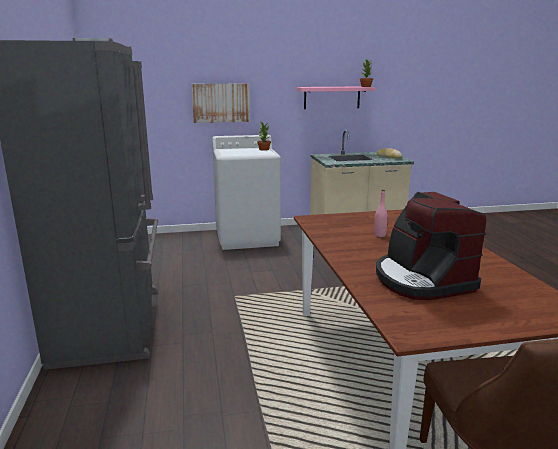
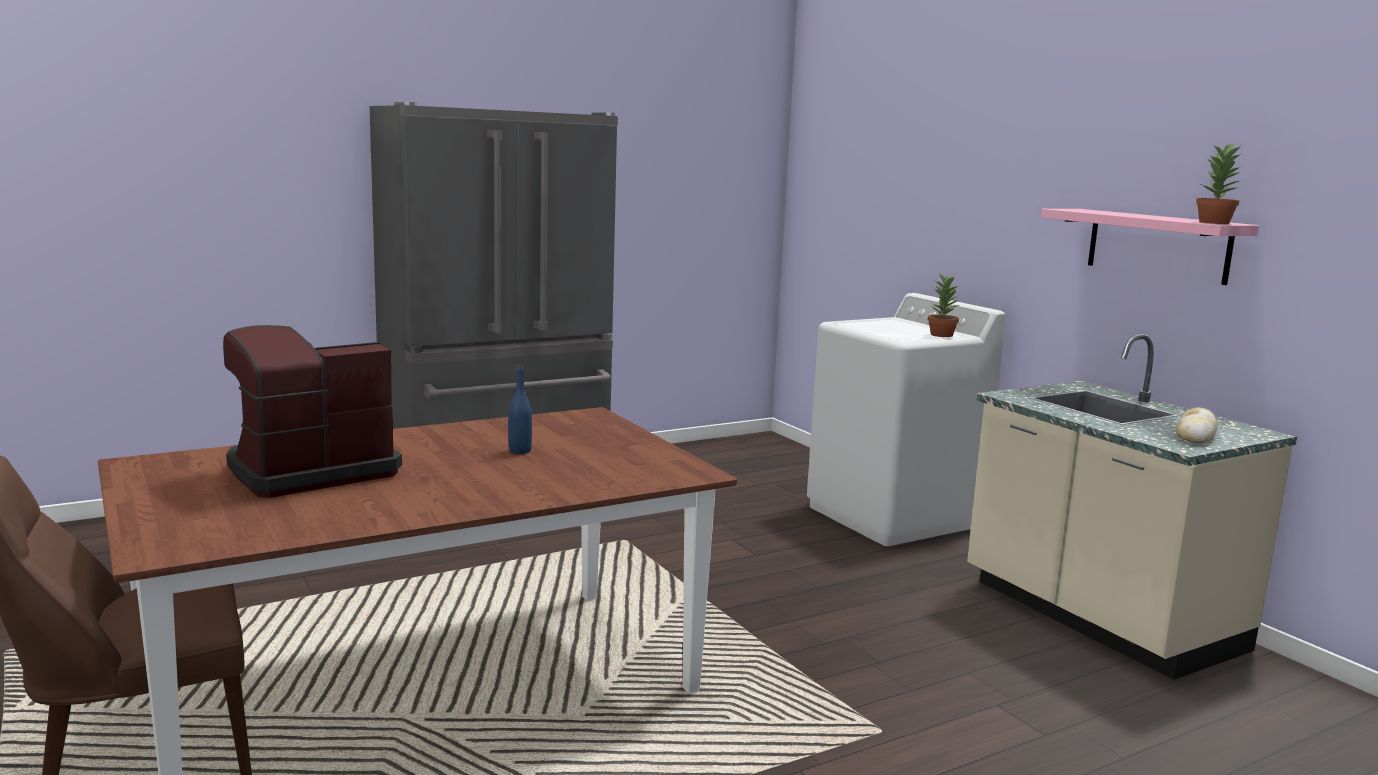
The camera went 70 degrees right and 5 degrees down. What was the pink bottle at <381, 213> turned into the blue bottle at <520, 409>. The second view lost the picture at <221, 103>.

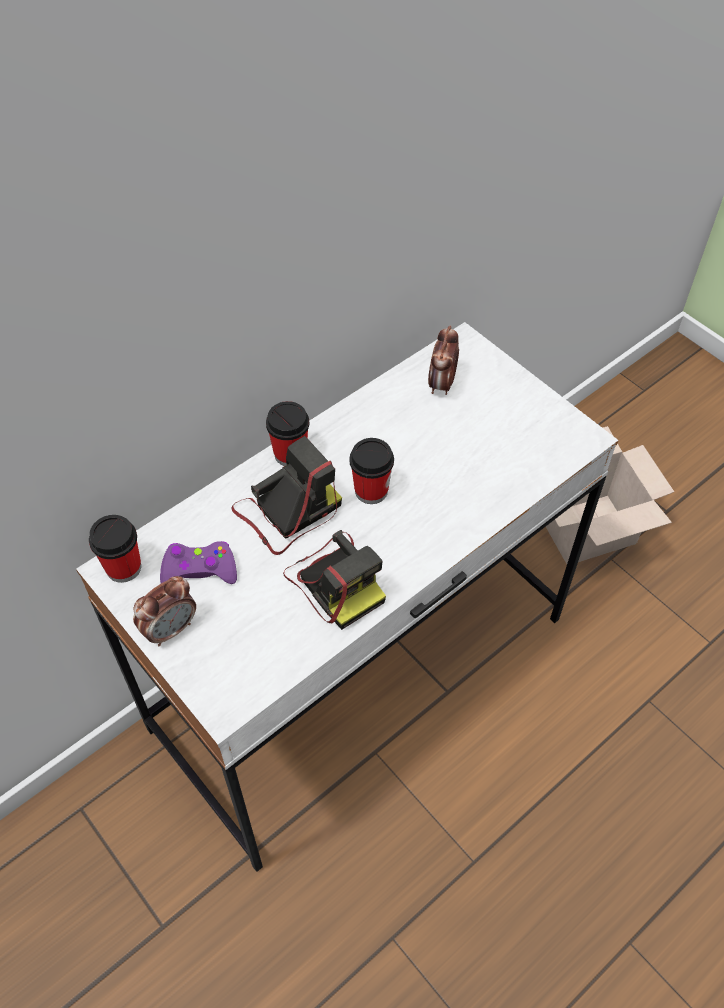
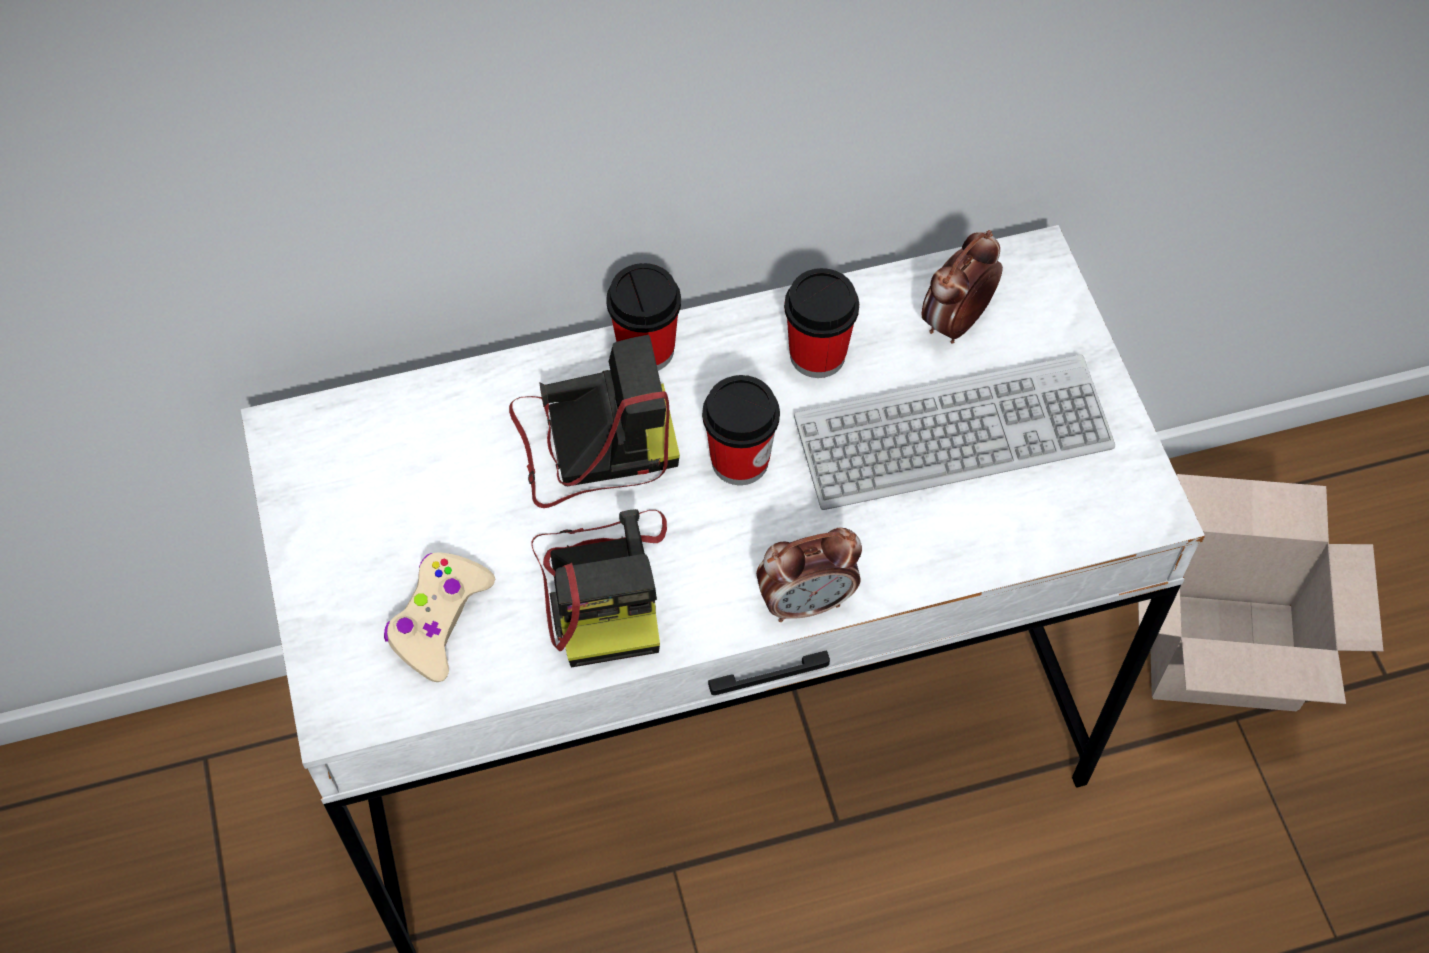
The camera went 25 degrees right and 5 degrees up. The second view gained the beige game controller at <439, 617>. The alarm clock ended up elsewhere, having gone from <164, 611> to <809, 575>. The cup ended up elsewhere, having gone from <115, 549> to <821, 323>. The second view gained the keyboard at <954, 432>. The second view lost the purple game controller at <198, 562>.

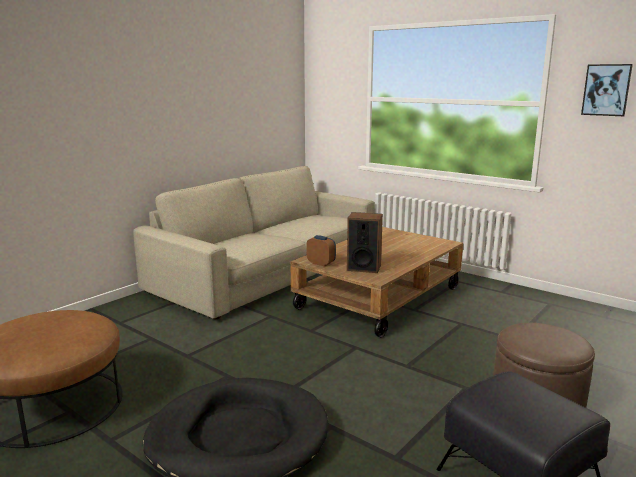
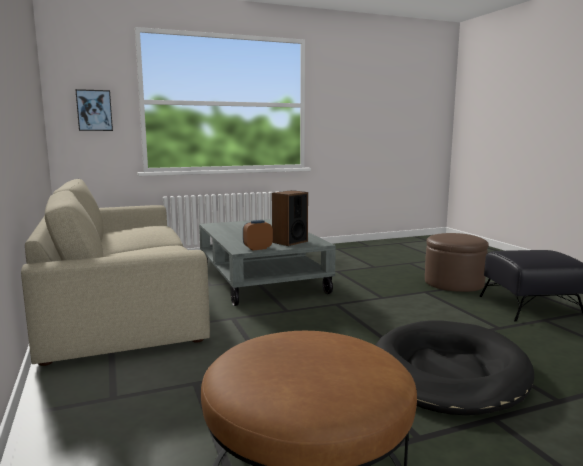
The camera went 60 degrees left and 5 degrees down. The picture ended up elsewhere, having gone from <607, 90> to <94, 110>. What was the brown coffee table at <376, 282> turned into the grey coffee table at <267, 262>.

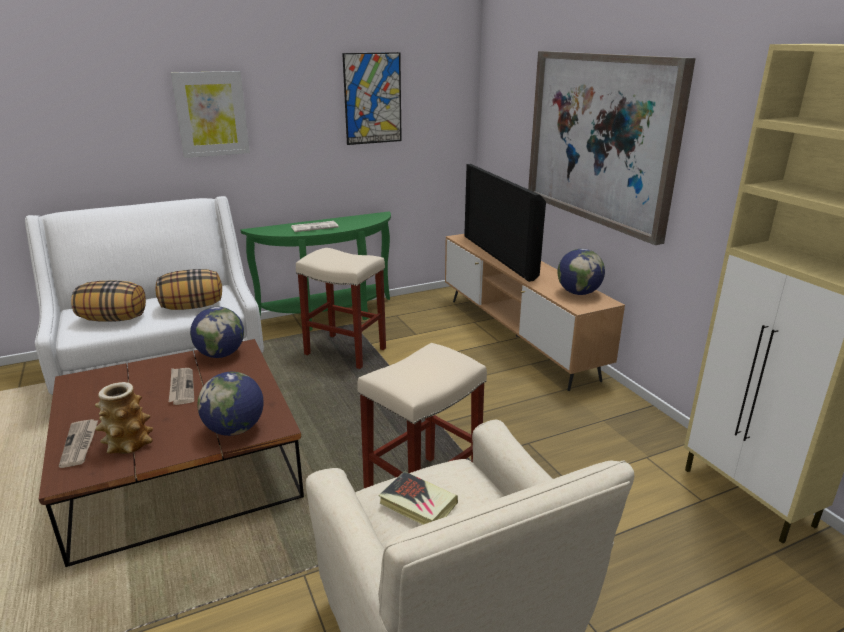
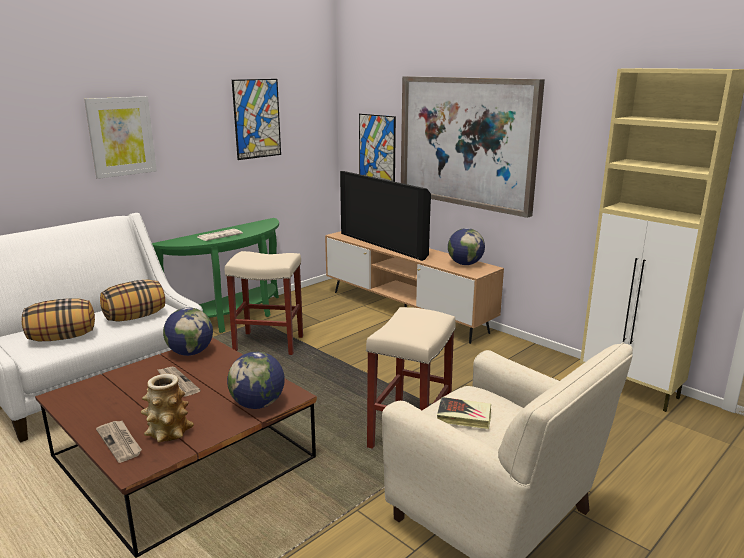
The camera went 20 degrees left and 5 degrees down. The second view gained the picture at <377, 148>.

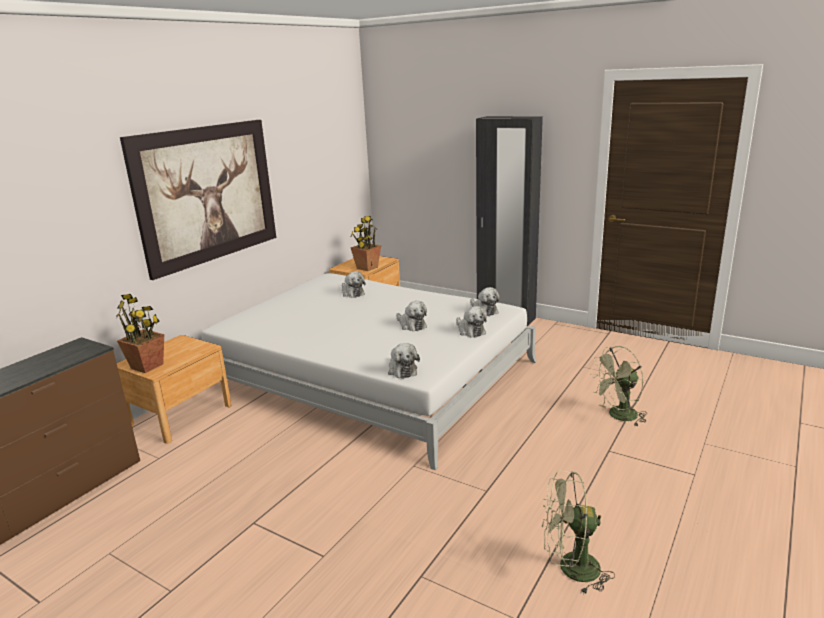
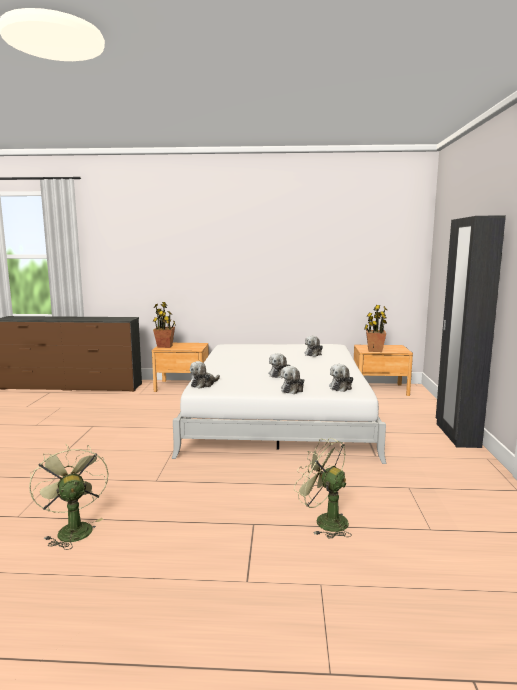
The camera went 60 degrees right and 10 degrees down. The second view lost the picture at <198, 200>.

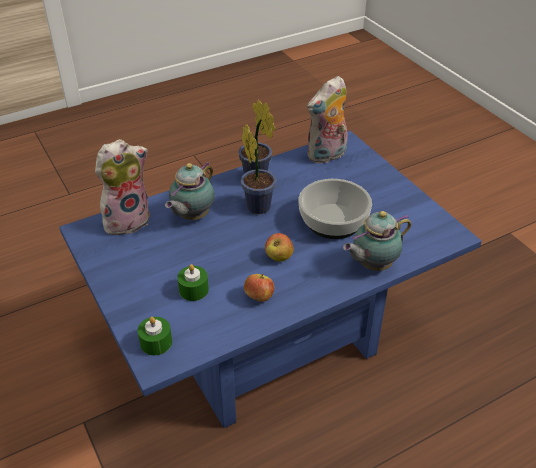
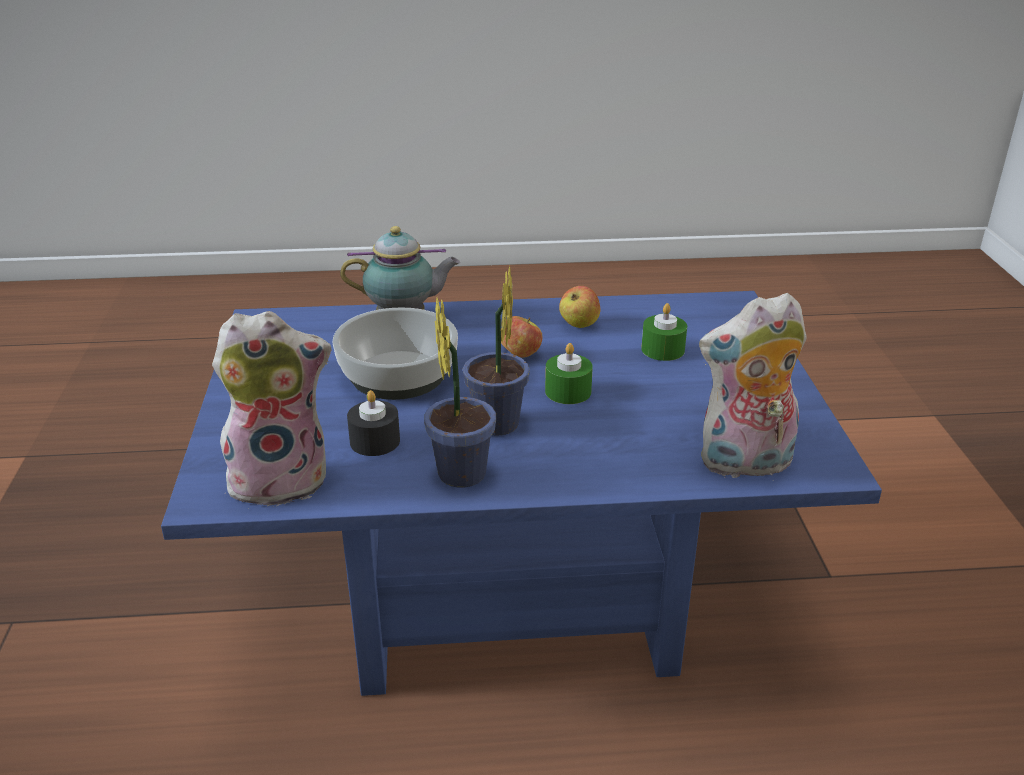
The camera went 155 degrees left and 10 degrees down. The second view gained the black candle at <373, 423>. The green candle ended up elsewhere, having gone from <155, 336> to <569, 373>. The second view lost the teapot at <190, 191>.

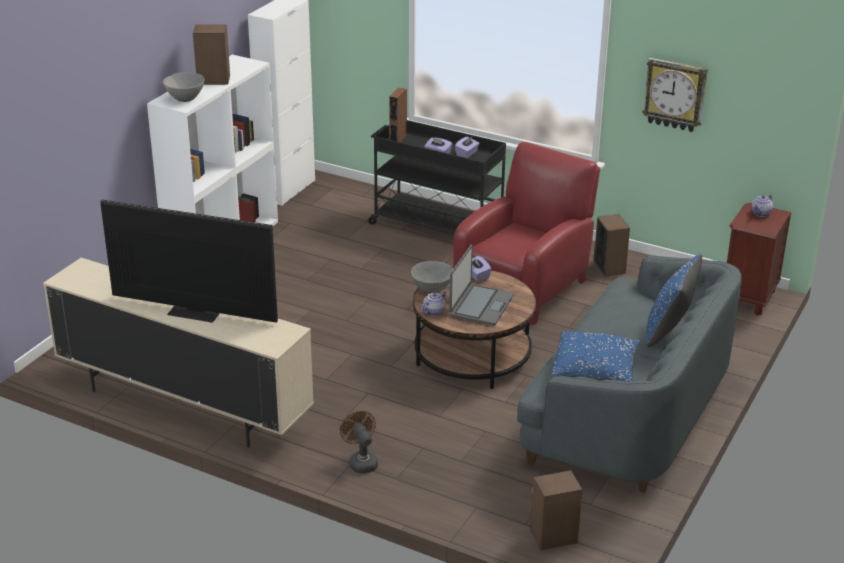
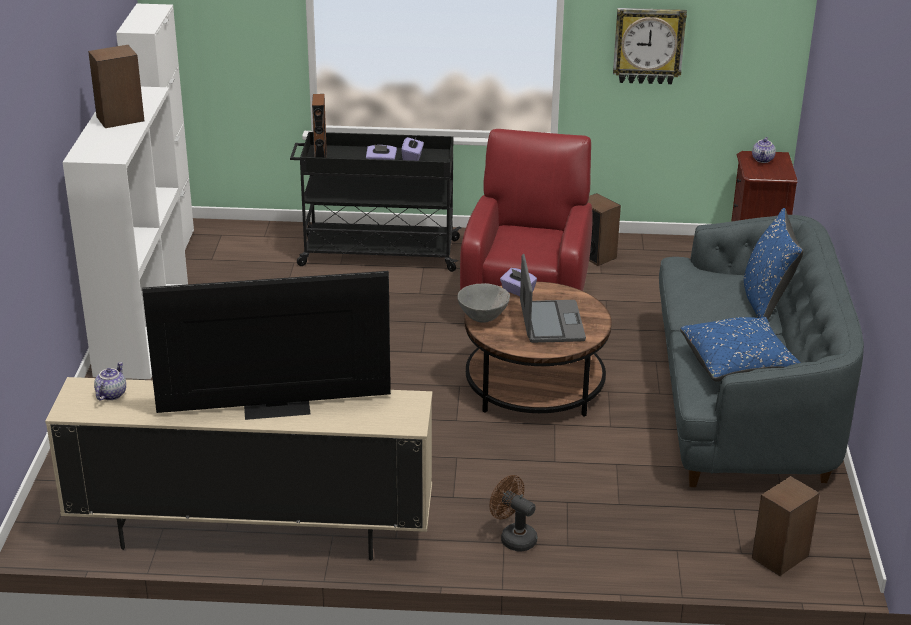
The camera went 25 degrees left and 0 degrees up. The teapot ended up elsewhere, having gone from <434, 303> to <110, 381>. The second view lost the grey bowl at <184, 87>.

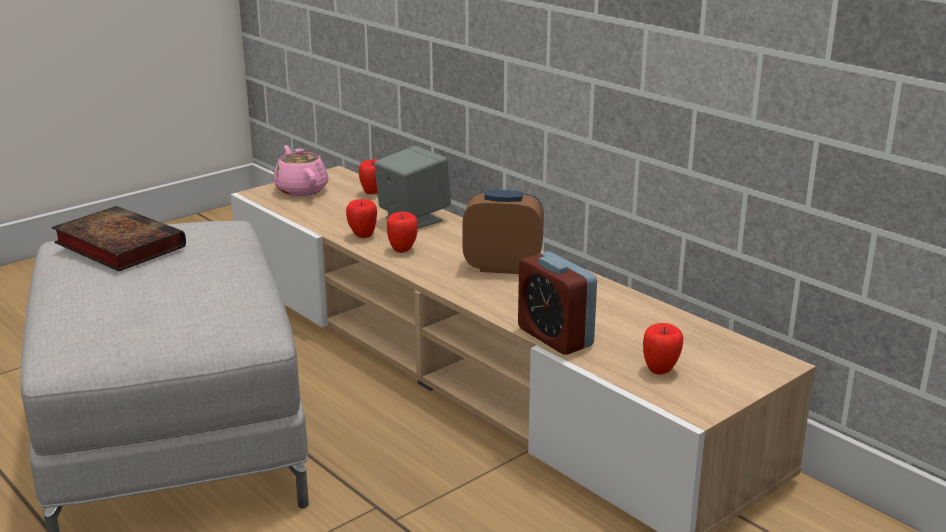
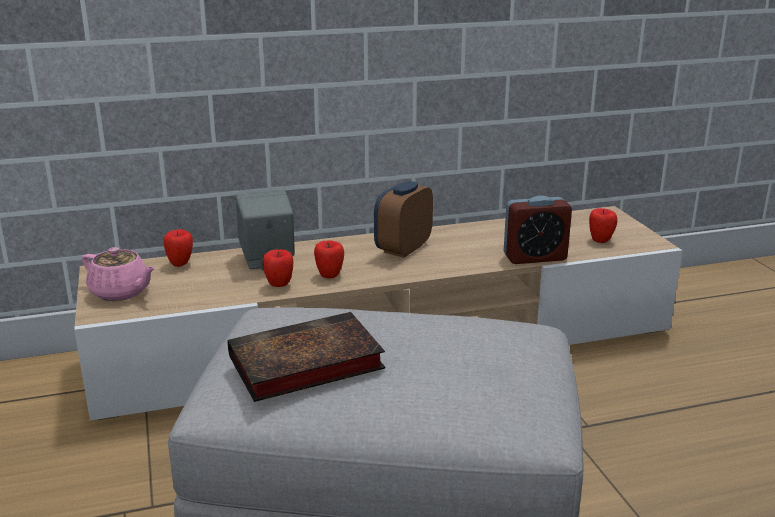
The camera went 65 degrees left and 0 degrees up. The pink teapot at <301, 170> ended up facing another way, 150 degrees counterclockwise from before.

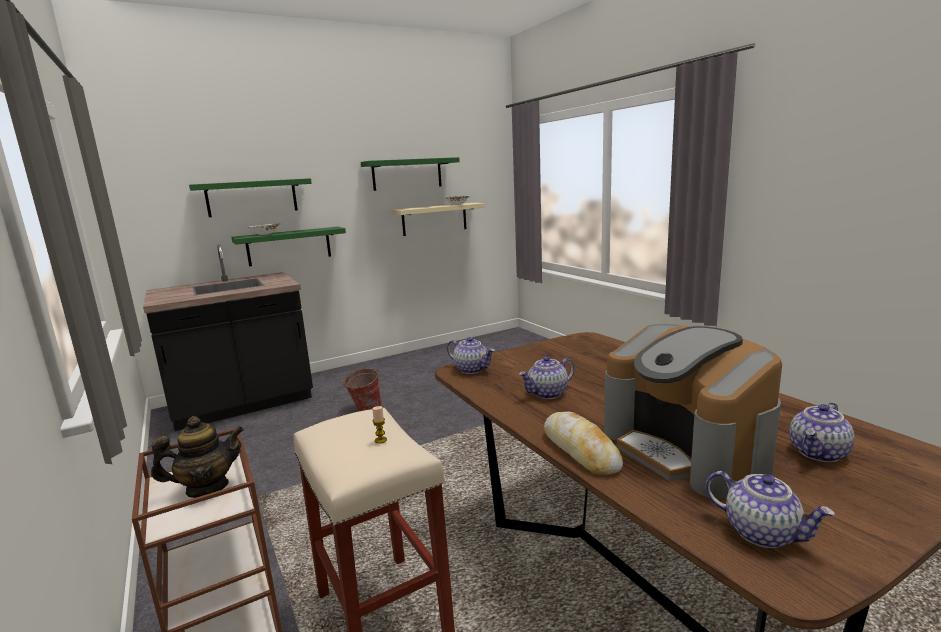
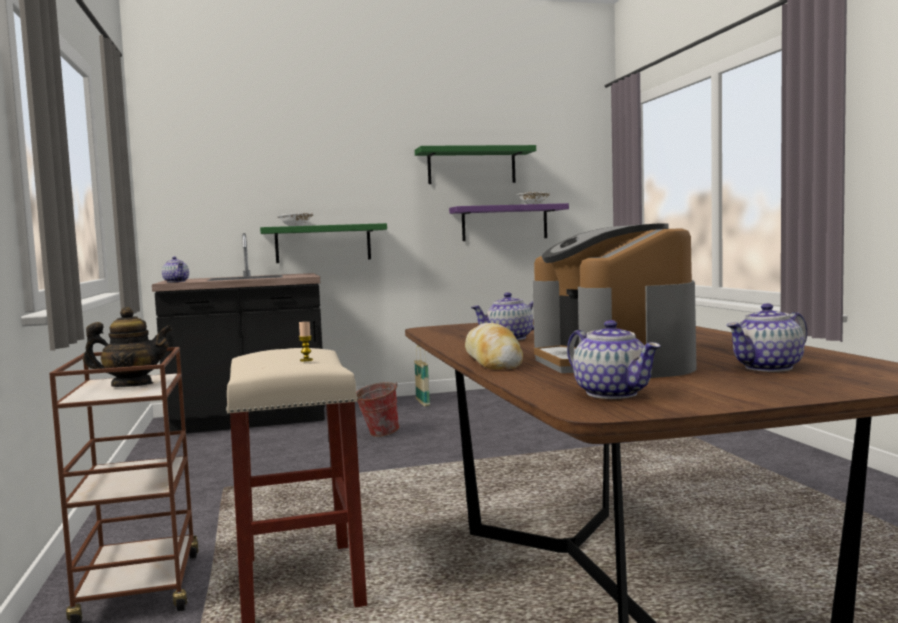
The camera went 15 degrees right and 10 degrees down. The teapot ended up elsewhere, having gone from <471, 355> to <175, 269>. The second view gained the basket at <422, 375>. What was the beige shelf at <438, 219> turned into the purple shelf at <509, 222>. The second view lost the green shelf at <250, 197>.

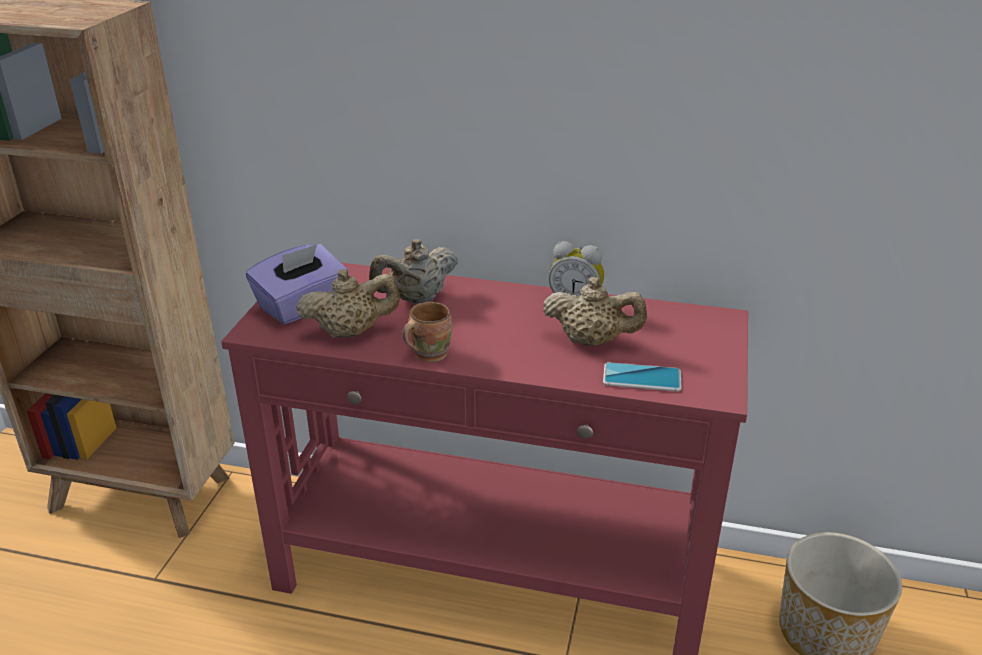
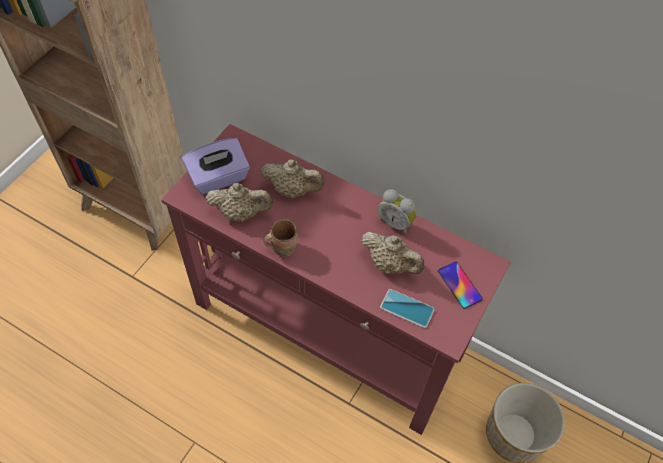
The camera went 15 degrees right and 25 degrees up. The beige teapot at <413, 271> ended up facing another way, 150 degrees counterclockwise from before. The second view gained the phone at <460, 285>.

